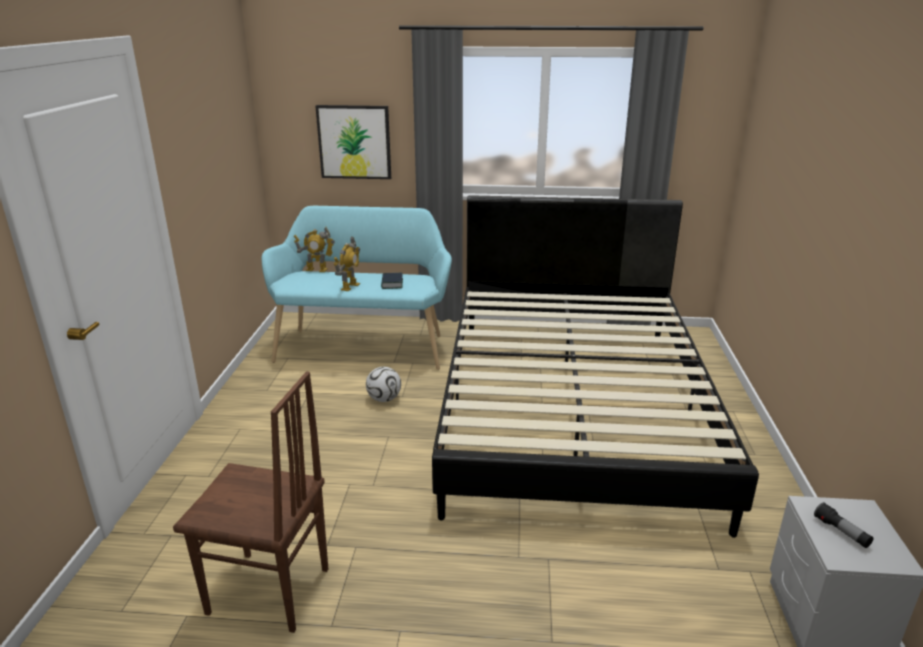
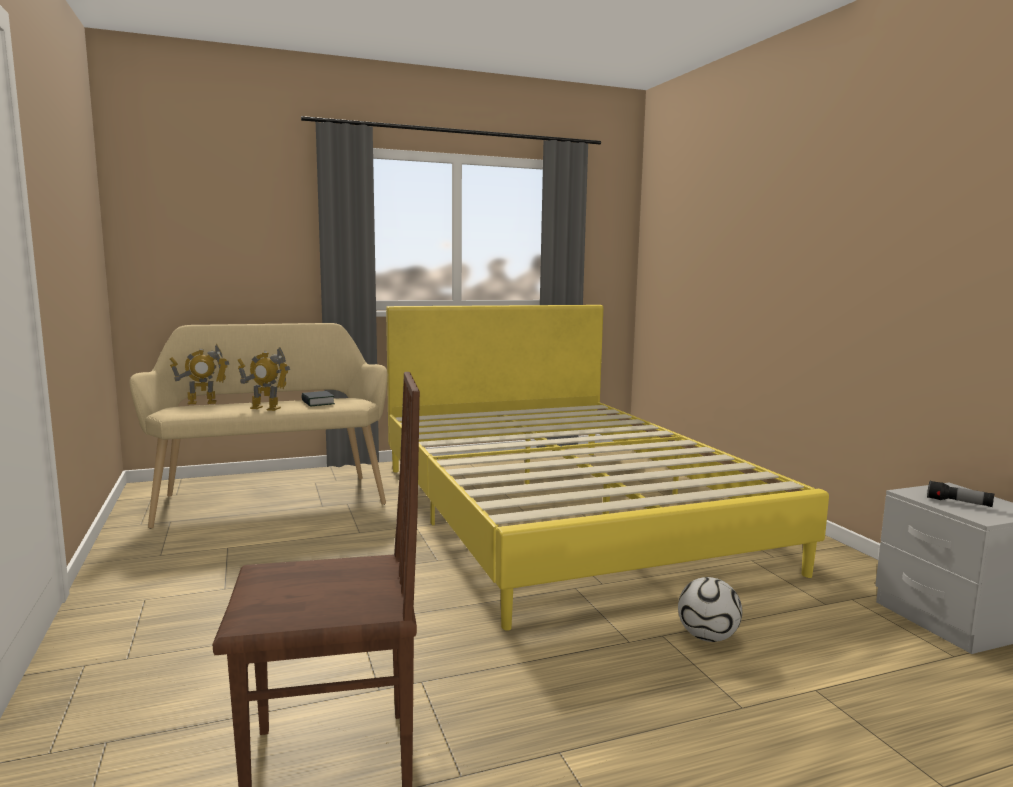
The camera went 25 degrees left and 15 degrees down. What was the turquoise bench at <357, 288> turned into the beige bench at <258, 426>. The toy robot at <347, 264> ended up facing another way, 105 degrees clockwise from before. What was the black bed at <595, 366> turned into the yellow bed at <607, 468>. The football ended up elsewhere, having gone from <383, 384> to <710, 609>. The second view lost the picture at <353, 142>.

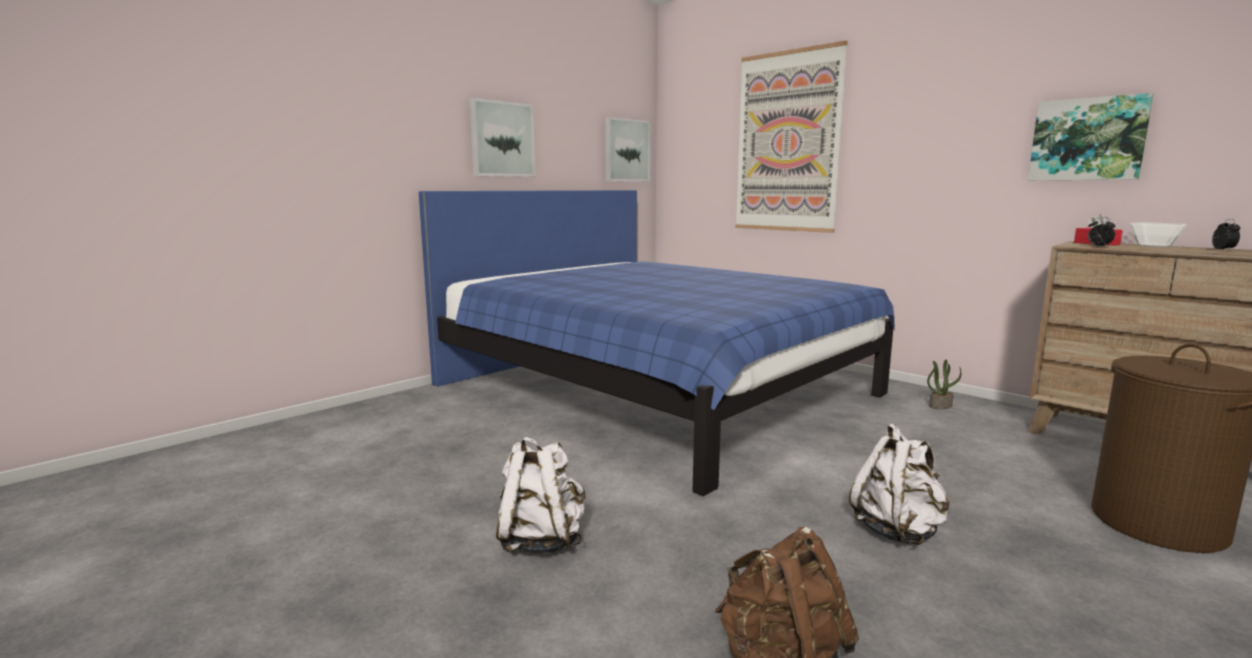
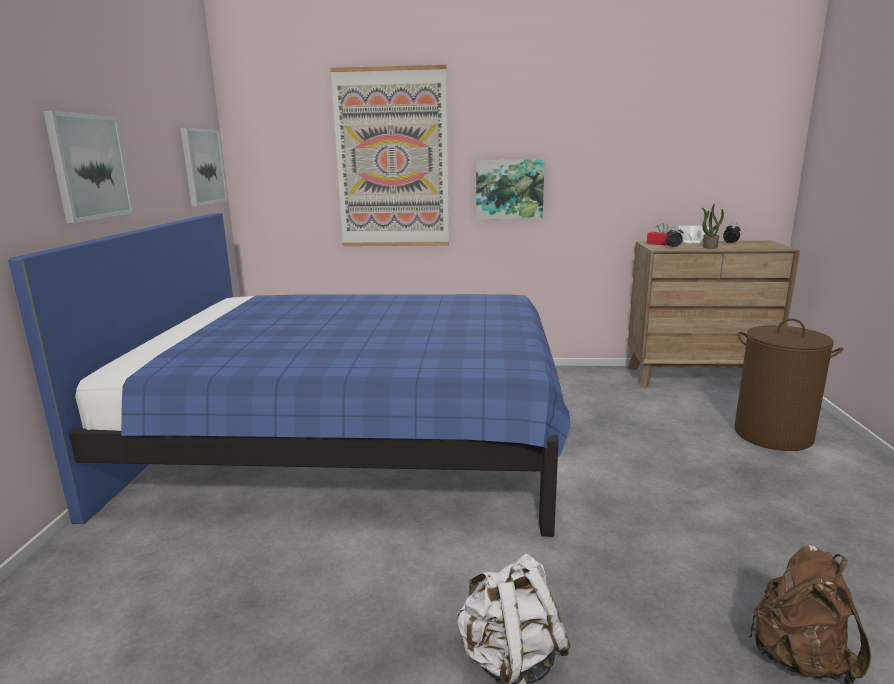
The camera went 40 degrees left and 5 degrees up. The picture ended up elsewhere, having gone from <1091, 136> to <510, 189>. The potted plant ended up elsewhere, having gone from <944, 384> to <713, 226>. The second view lost the white backpack at <899, 484>.

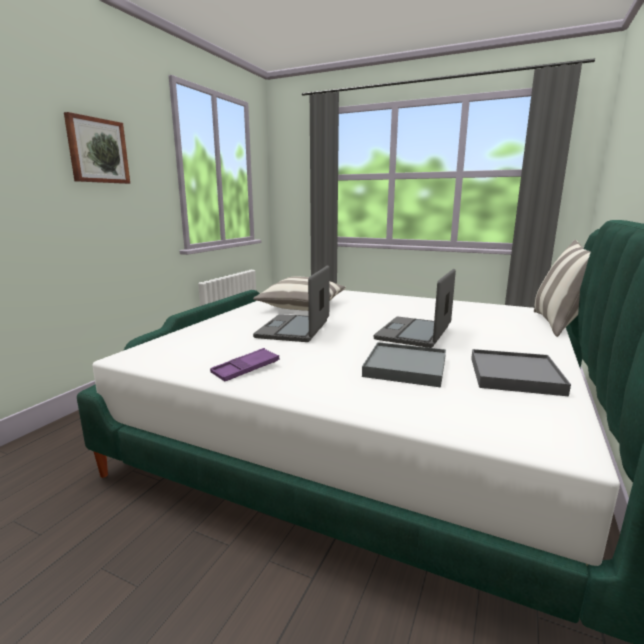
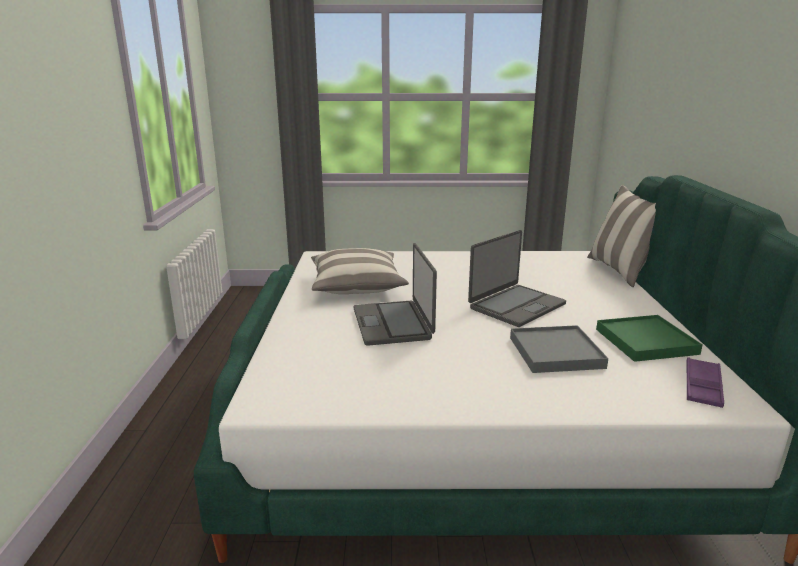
The camera went 25 degrees left and 5 degrees up. The laptop at <415, 308> ended up facing another way, 135 degrees counterclockwise from before. What was the grey tray at <521, 372> turned into the green tray at <649, 338>. The purple tray ended up elsewhere, having gone from <244, 365> to <705, 382>. The second view lost the picture at <97, 148>.

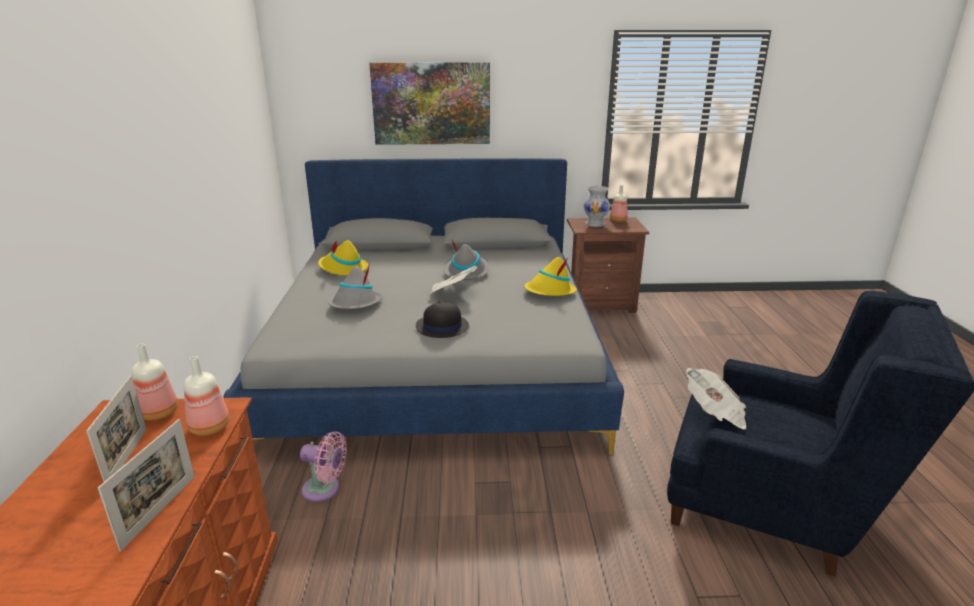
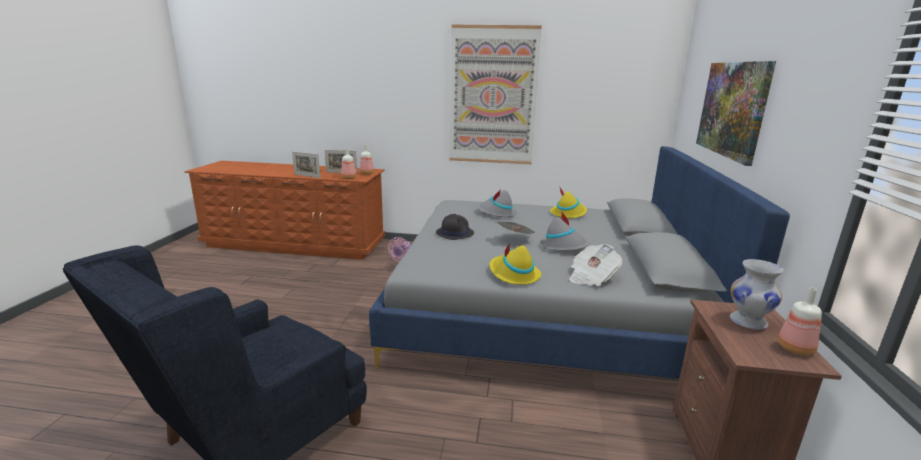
The camera went 100 degrees right and 5 degrees down. The second view gained the picture at <496, 94>. The newspaper ended up elsewhere, having gone from <716, 398> to <595, 265>.

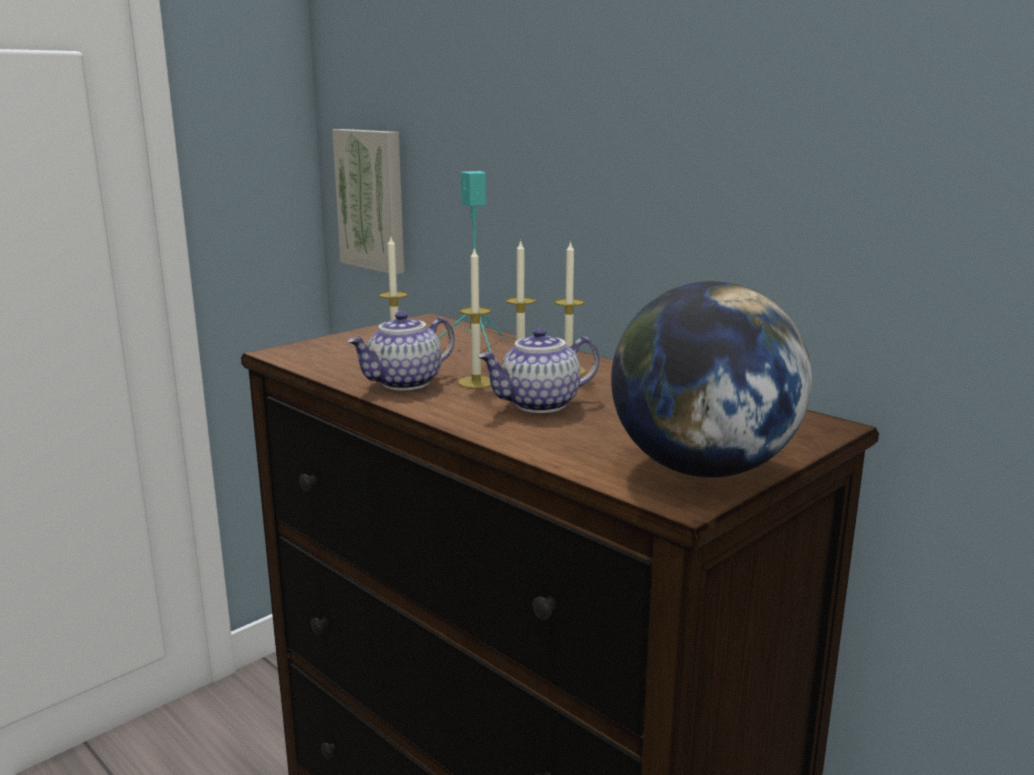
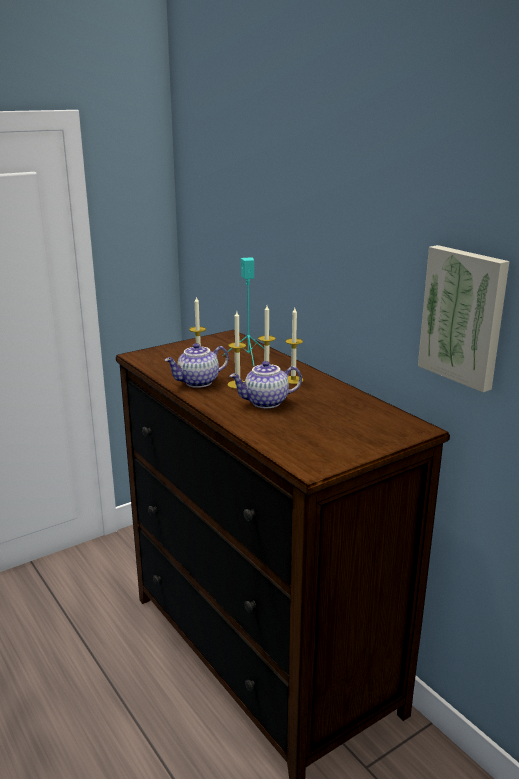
The camera went 10 degrees right and 5 degrees up. The picture ended up elsewhere, having gone from <368, 201> to <463, 319>. The second view lost the globe at <711, 379>.

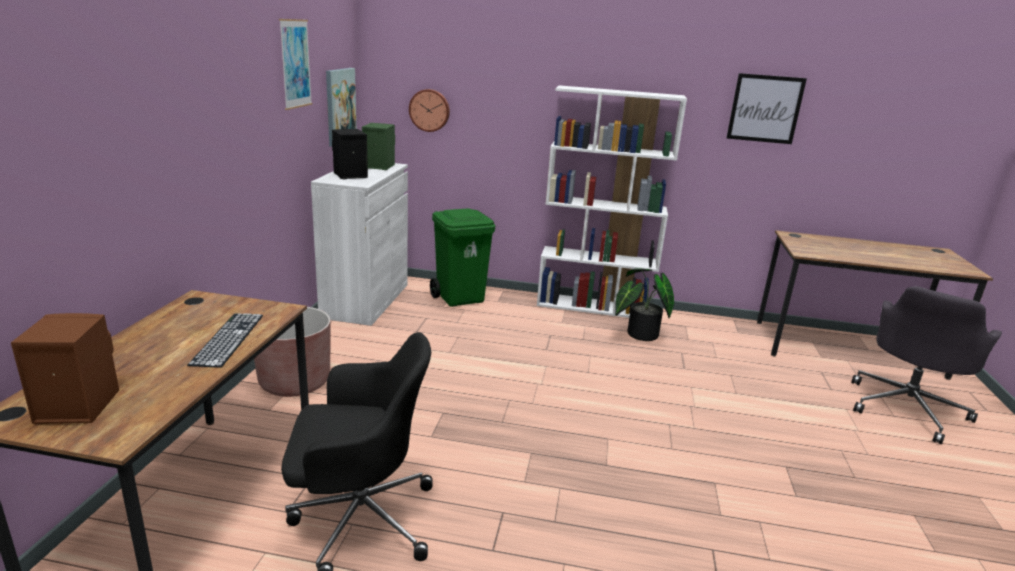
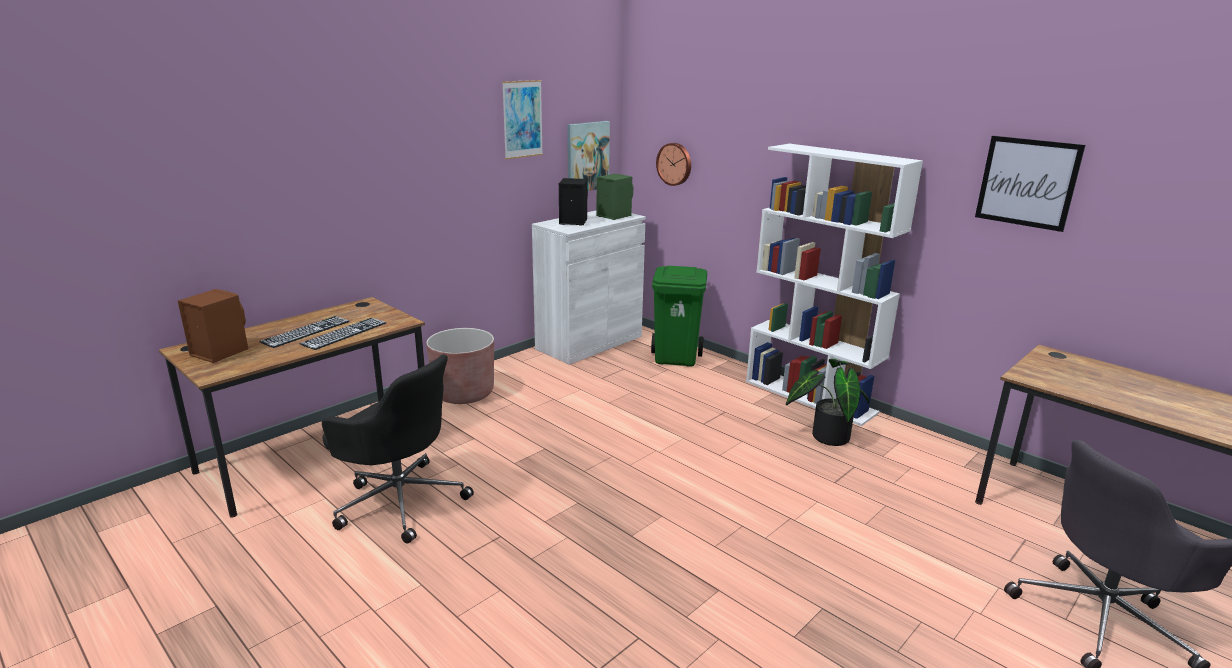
The camera went 35 degrees right and 0 degrees up. The second view gained the keyboard at <304, 332>.

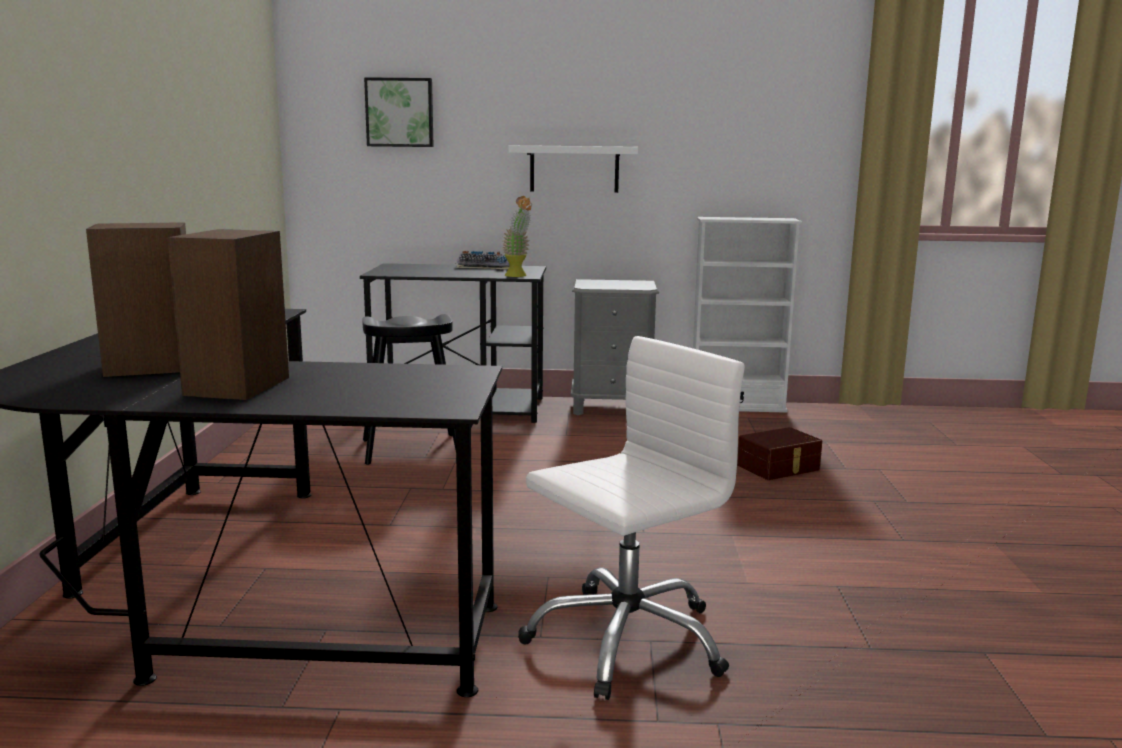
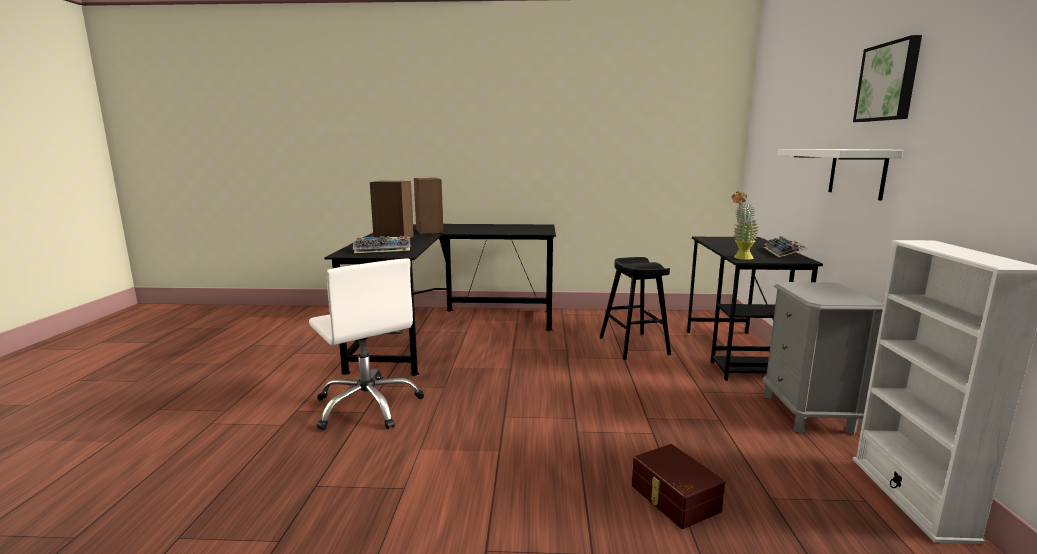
The camera went 90 degrees right and 0 degrees up. The second view gained the keyboard at <382, 244>. The picture ended up elsewhere, having gone from <399, 112> to <887, 78>.

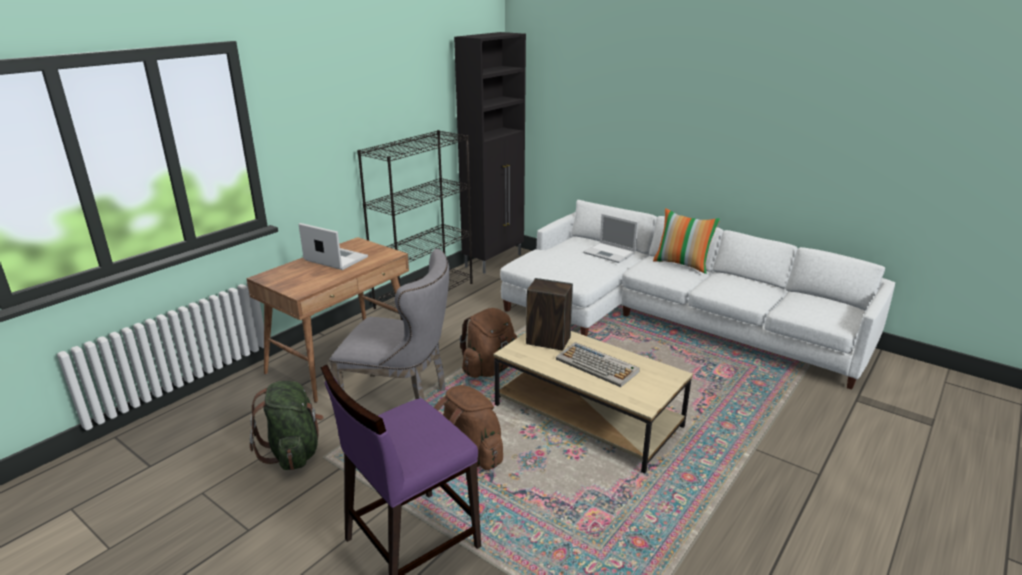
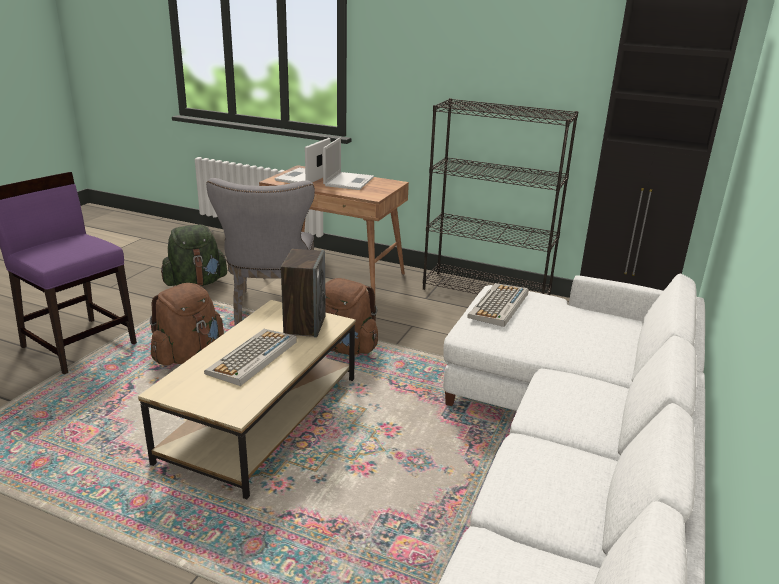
The camera went 75 degrees right and 0 degrees up. The laptop ended up elsewhere, having gone from <610, 238> to <302, 160>. The second view gained the keyboard at <498, 305>. The second view lost the pillow at <686, 241>.

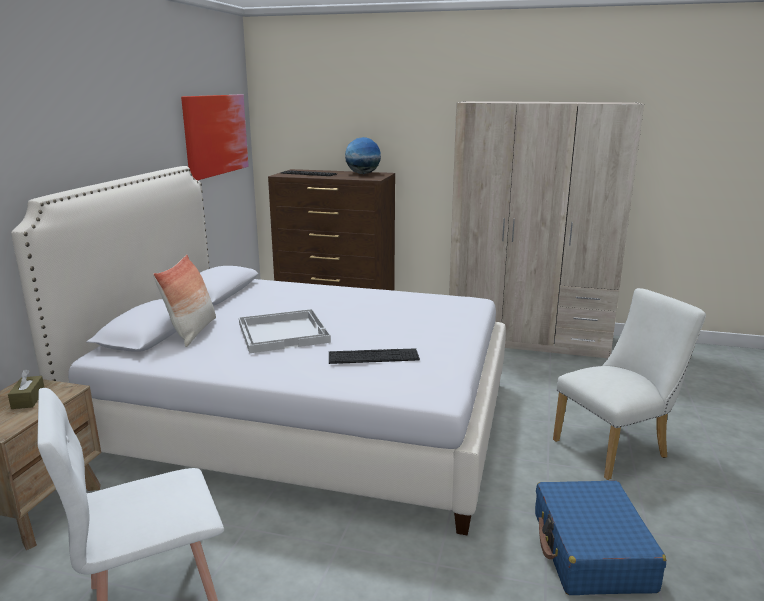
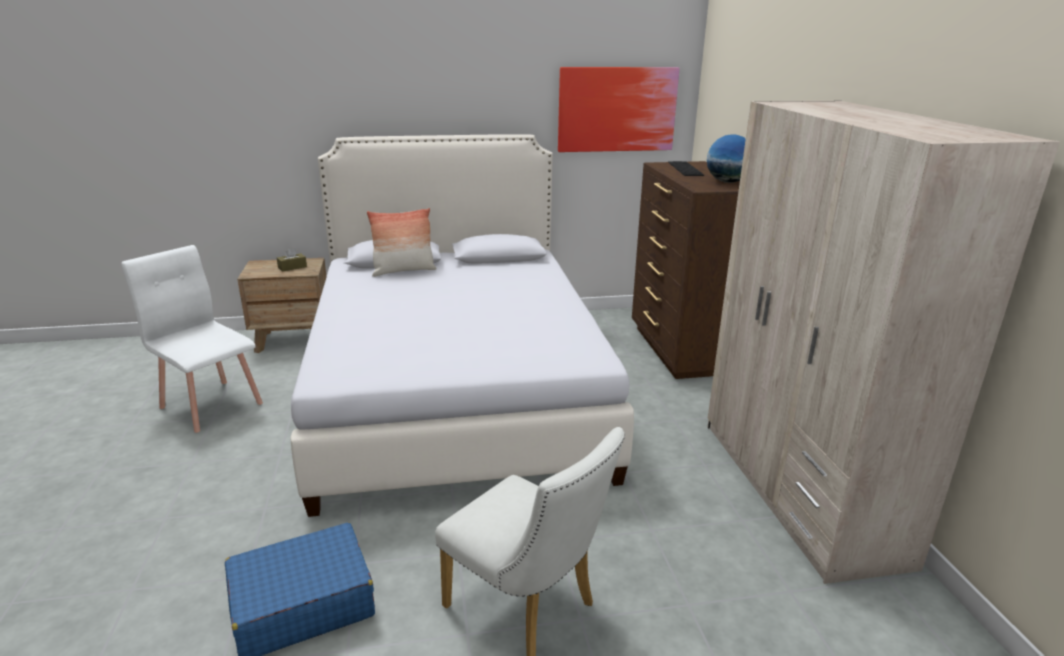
The camera went 65 degrees right and 5 degrees up. The second view lost the white tray at <285, 331>. The second view lost the keyboard at <374, 356>.

